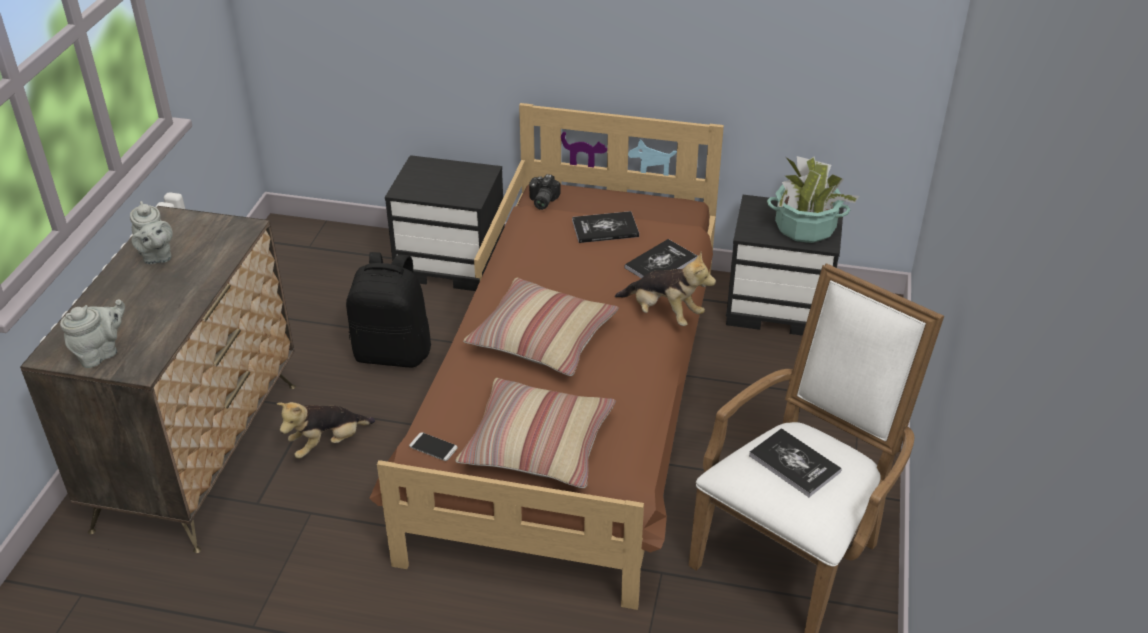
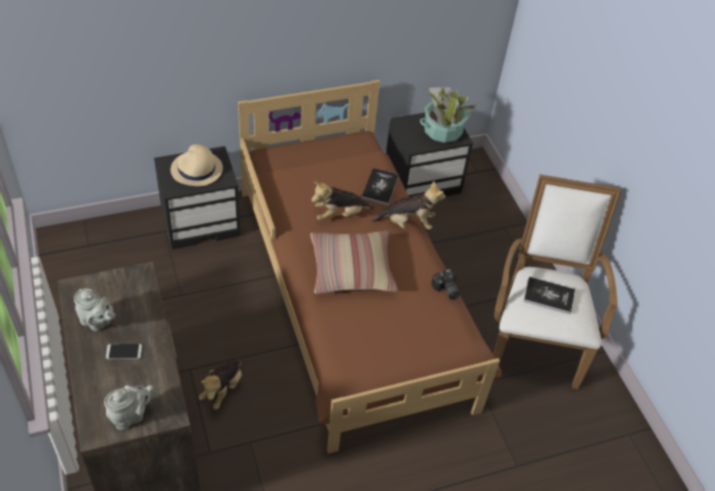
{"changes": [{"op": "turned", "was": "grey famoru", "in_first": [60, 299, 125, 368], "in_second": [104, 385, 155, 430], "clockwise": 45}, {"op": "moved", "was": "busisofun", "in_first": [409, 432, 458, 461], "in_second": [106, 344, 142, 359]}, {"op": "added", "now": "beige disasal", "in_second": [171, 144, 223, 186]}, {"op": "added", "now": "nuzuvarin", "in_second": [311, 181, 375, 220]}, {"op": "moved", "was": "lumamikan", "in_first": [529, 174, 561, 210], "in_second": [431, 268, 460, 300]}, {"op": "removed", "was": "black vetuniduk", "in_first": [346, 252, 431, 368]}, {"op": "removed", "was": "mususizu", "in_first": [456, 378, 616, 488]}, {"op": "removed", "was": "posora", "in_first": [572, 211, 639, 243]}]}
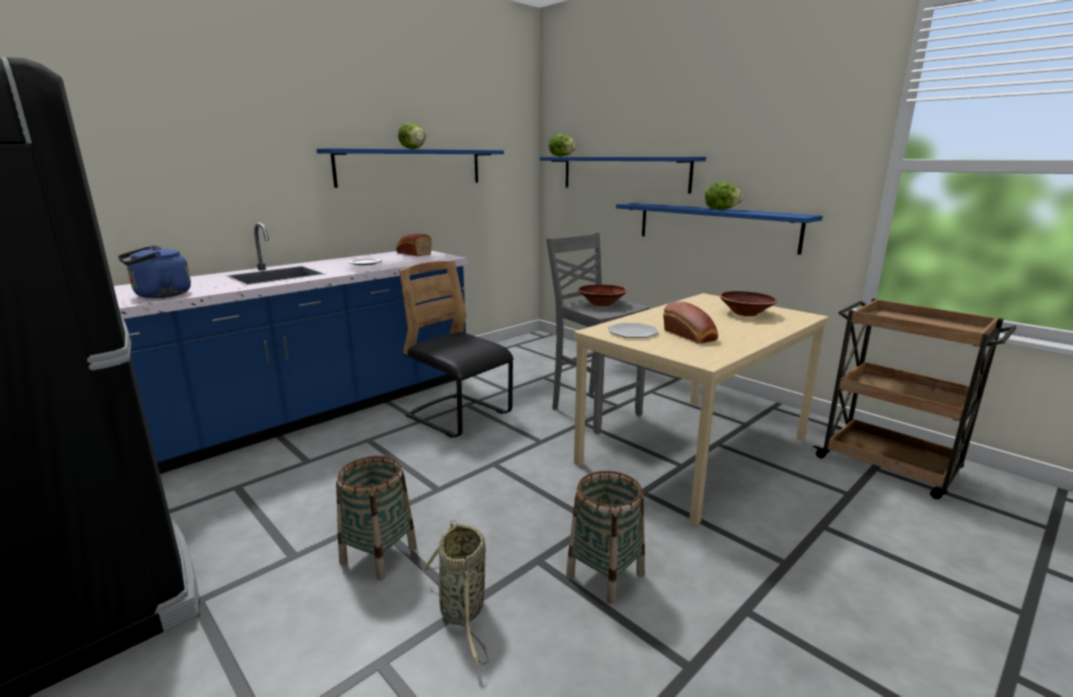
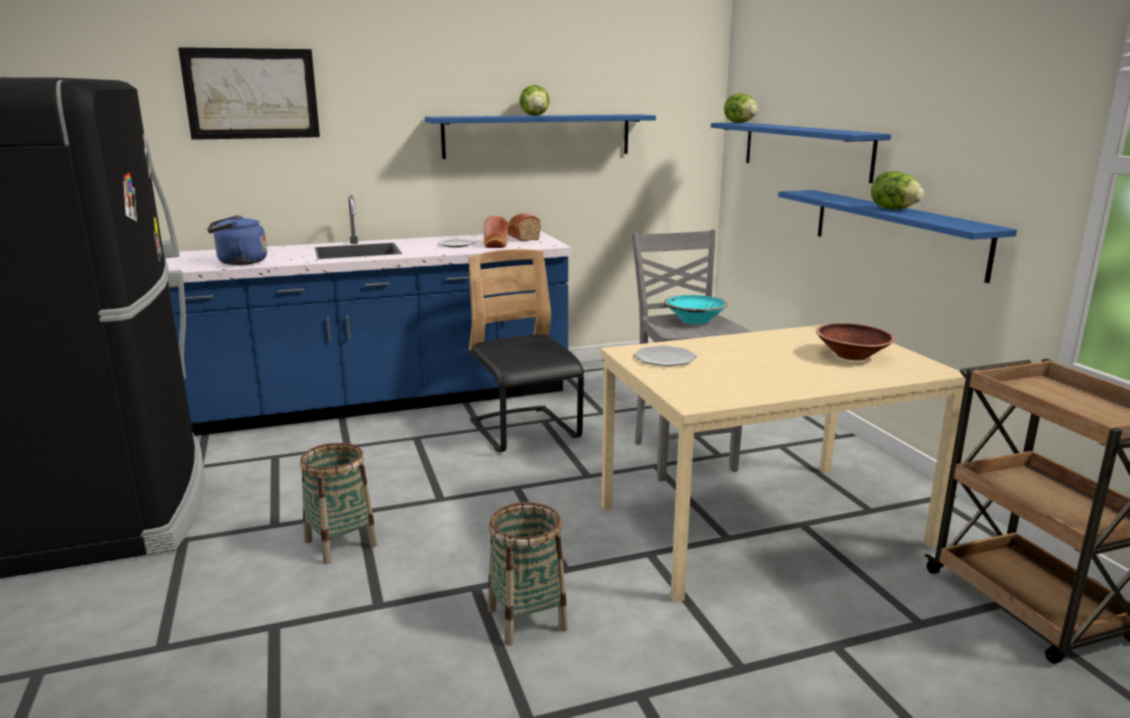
{"changes": [{"op": "added", "now": "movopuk", "in_second": [178, 47, 320, 140]}, {"op": "moved", "was": "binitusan", "in_first": [663, 301, 718, 344], "in_second": [484, 216, 508, 248]}, {"op": "recoloured", "was": "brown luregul", "now": "turquoise luregul", "in_first": [578, 285, 627, 306], "in_second": [664, 295, 728, 324]}, {"op": "removed", "was": "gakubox", "in_first": [422, 521, 489, 665]}]}
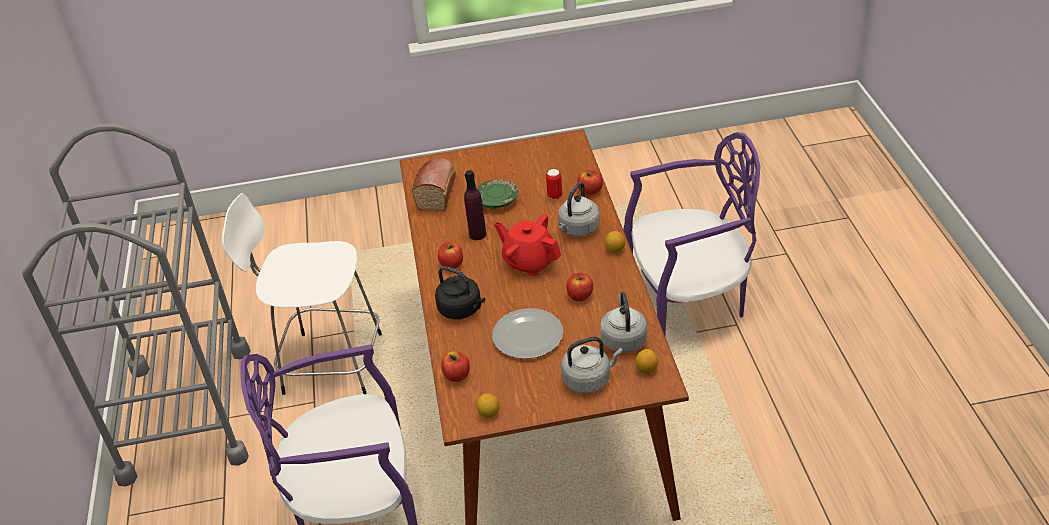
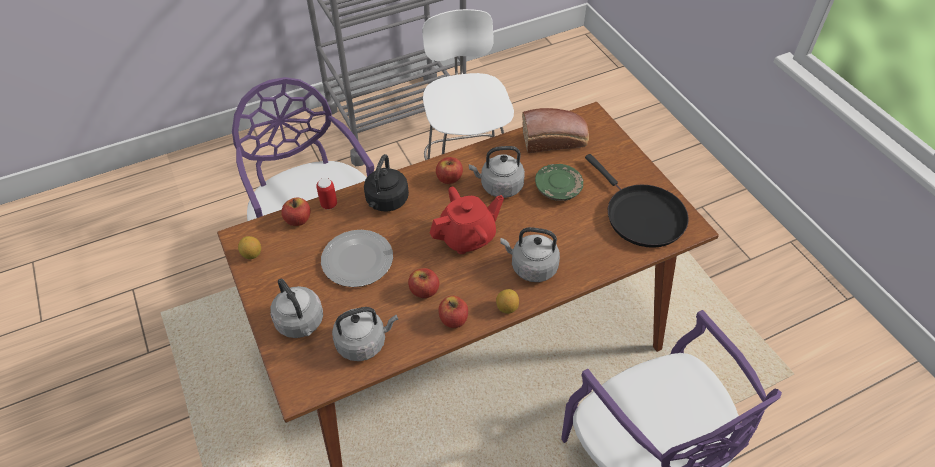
{"changes": [{"op": "moved", "was": "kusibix", "in_first": [546, 169, 563, 200], "in_second": [316, 178, 337, 209]}, {"op": "turned", "was": "red famoru", "in_first": [494, 214, 561, 276], "in_second": [430, 187, 504, 254], "clockwise": 45}, {"op": "moved", "was": "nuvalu", "in_first": [577, 170, 603, 195], "in_second": [439, 296, 468, 328]}, {"op": "replaced", "was": "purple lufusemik", "now": "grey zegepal", "in_first": [464, 170, 486, 240], "in_second": [469, 146, 525, 198]}, {"op": "added", "now": "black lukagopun", "in_second": [585, 154, 689, 248]}, {"op": "removed", "was": "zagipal", "in_first": [635, 349, 658, 373]}]}
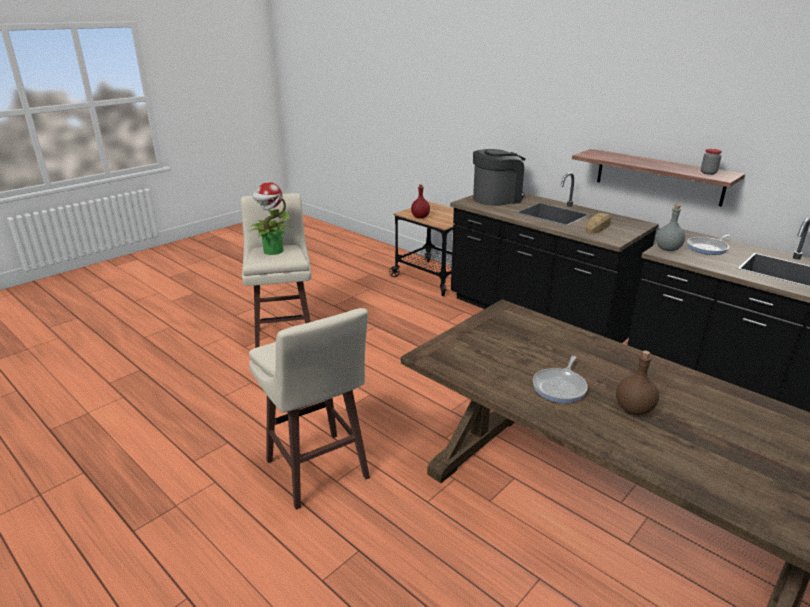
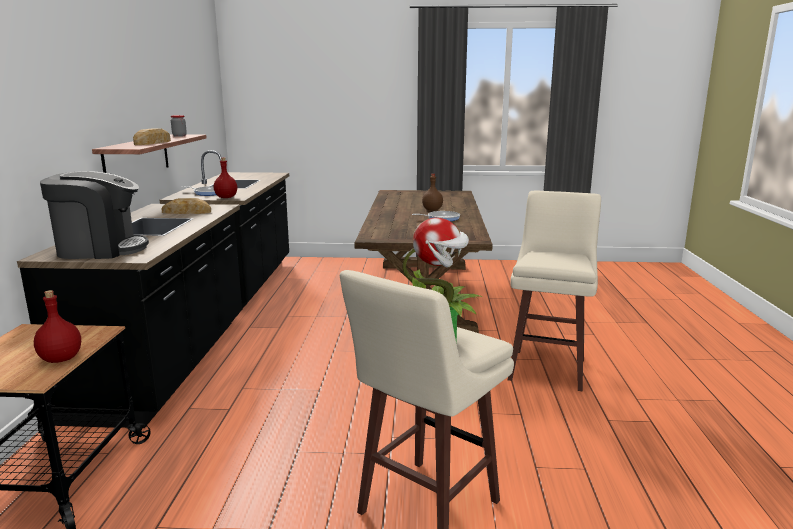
{"changes": [{"op": "turned", "was": "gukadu", "in_first": [473, 149, 525, 206], "in_second": [40, 171, 149, 259], "clockwise": 150}, {"op": "added", "now": "binitusan", "in_second": [133, 128, 171, 145]}, {"op": "recoloured", "was": "grey lufusemik", "now": "red lufusemik", "in_first": [656, 205, 685, 251], "in_second": [214, 157, 237, 198]}]}
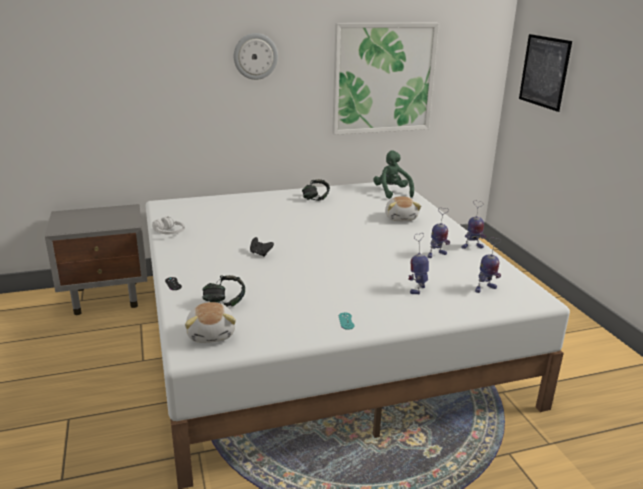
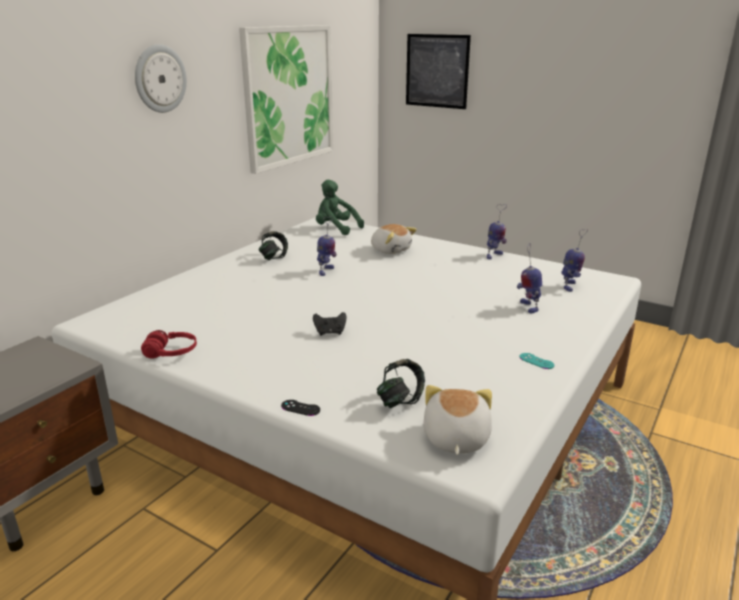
{"changes": [{"op": "recoloured", "was": "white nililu", "now": "red nililu", "in_first": [152, 217, 185, 234], "in_second": [141, 330, 197, 359]}, {"op": "moved", "was": "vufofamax", "in_first": [428, 208, 450, 258], "in_second": [317, 216, 337, 276]}, {"op": "turned", "was": "nuzuvarin", "in_first": [185, 302, 236, 343], "in_second": [423, 385, 492, 455], "clockwise": -120}]}
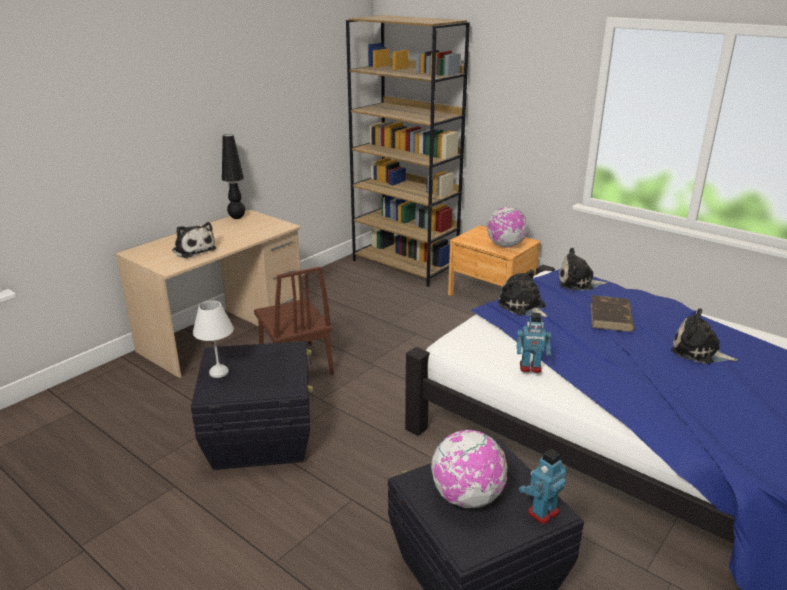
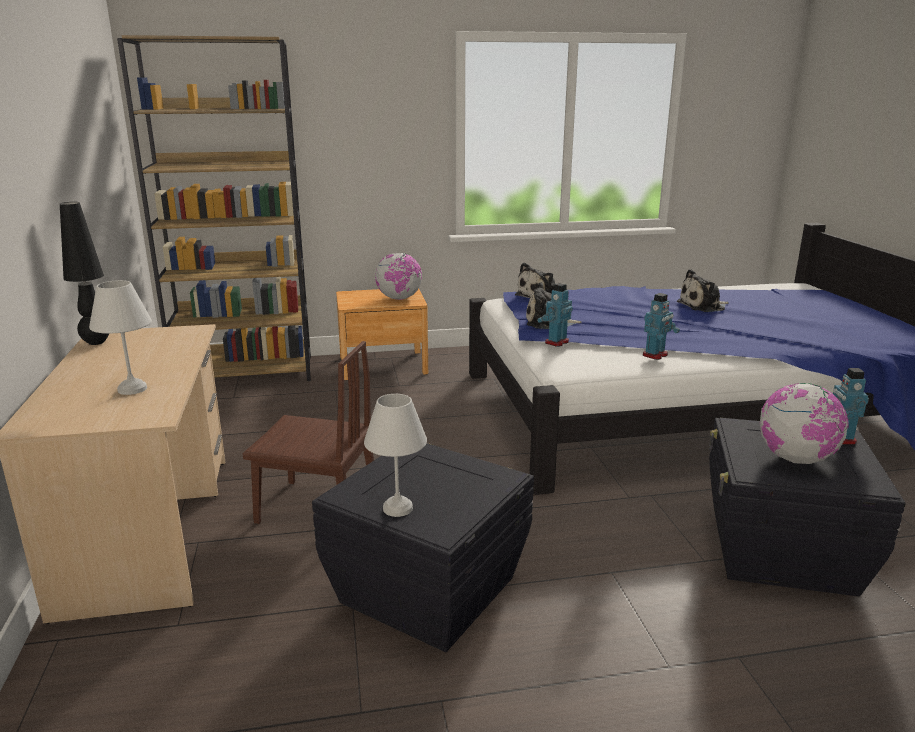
{"changes": [{"op": "replaced", "was": "nuzuvarin", "now": "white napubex", "in_first": [172, 222, 216, 258], "in_second": [89, 280, 152, 395]}, {"op": "added", "now": "vufofamax", "in_second": [537, 283, 573, 347]}, {"op": "removed", "was": "brown posora", "in_first": [591, 295, 634, 332]}]}
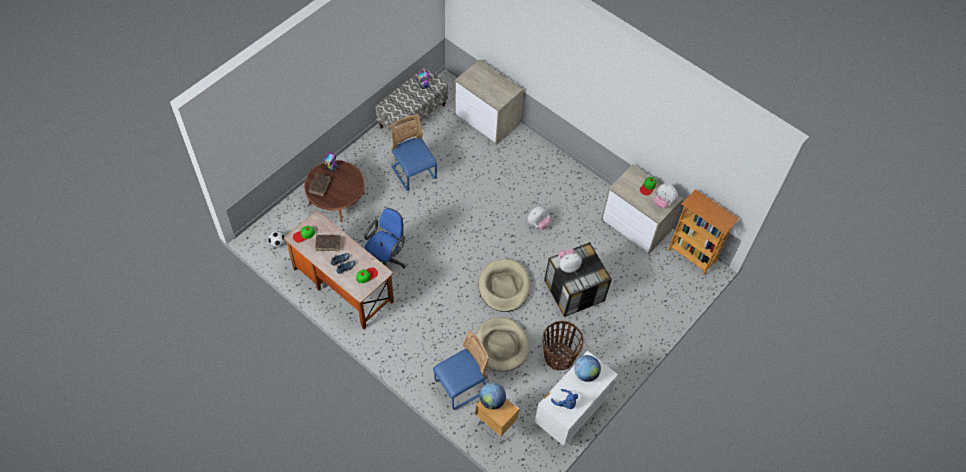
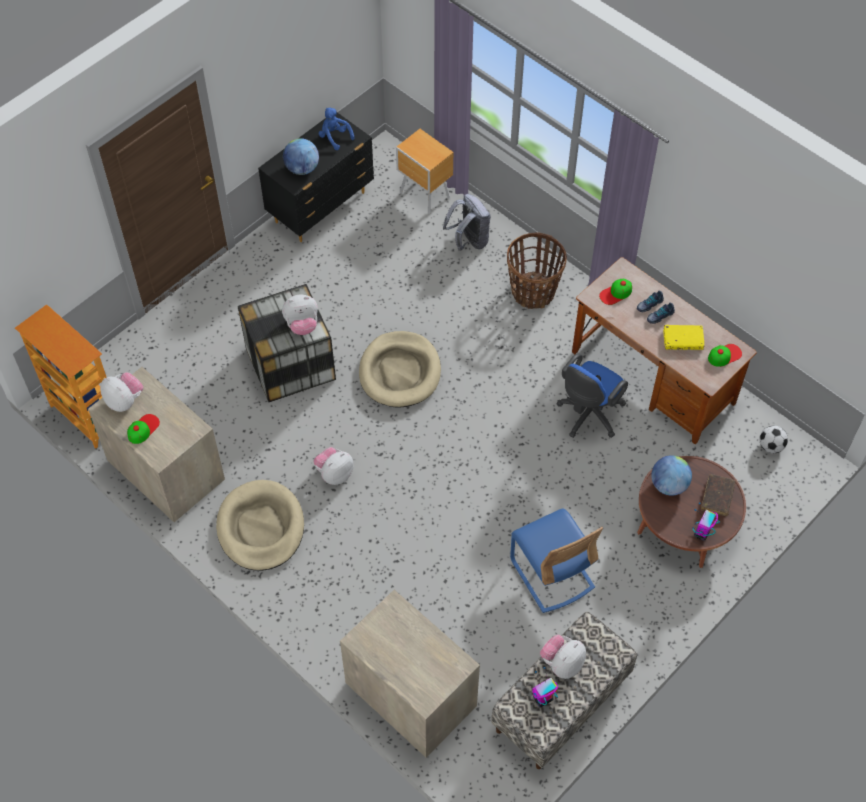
{"changes": [{"op": "moved", "was": "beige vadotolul", "in_first": [475, 317, 529, 372], "in_second": [216, 480, 304, 571]}, {"op": "recoloured", "was": "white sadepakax", "now": "black sadepakax", "in_first": [535, 351, 618, 446], "in_second": [258, 113, 374, 242]}, {"op": "replaced", "was": "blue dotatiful", "now": "grey vetuniduk", "in_first": [433, 330, 489, 410], "in_second": [443, 194, 491, 251]}, {"op": "moved", "was": "gakubox", "in_first": [542, 321, 584, 371], "in_second": [507, 232, 567, 309]}, {"op": "added", "now": "nuzuvarin", "in_second": [540, 635, 586, 679]}, {"op": "moved", "was": "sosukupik", "in_first": [480, 383, 506, 410], "in_second": [651, 455, 692, 496]}, {"op": "recoloured", "was": "brown posora", "now": "yellow posora", "in_first": [315, 235, 341, 251], "in_second": [663, 325, 704, 350]}]}
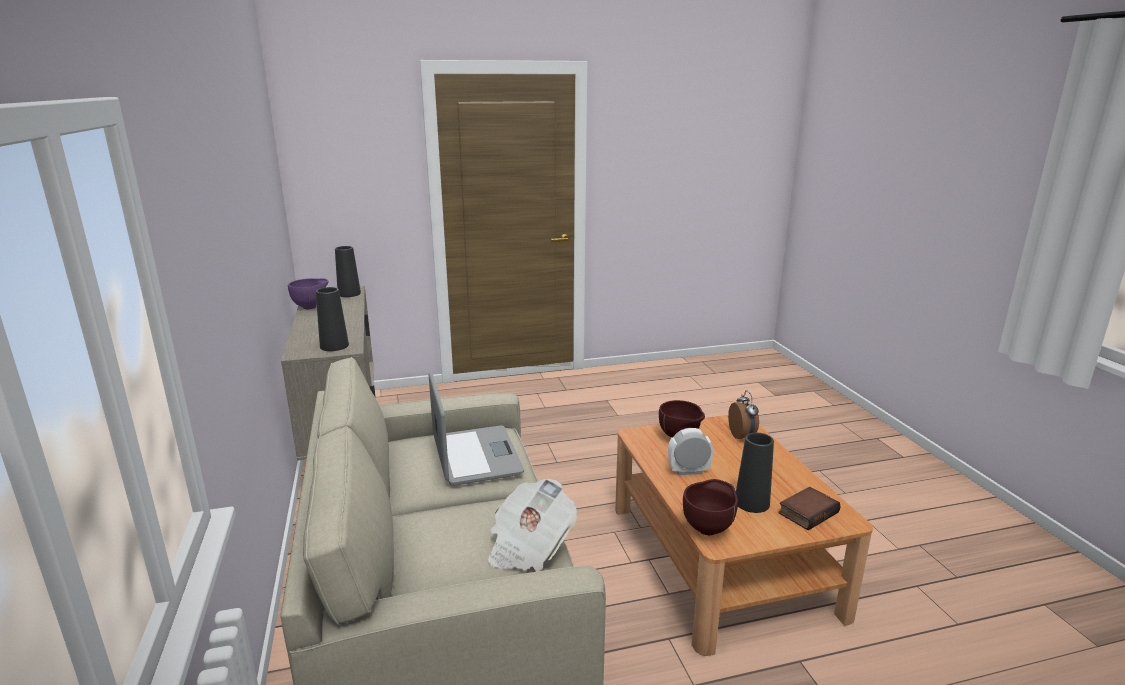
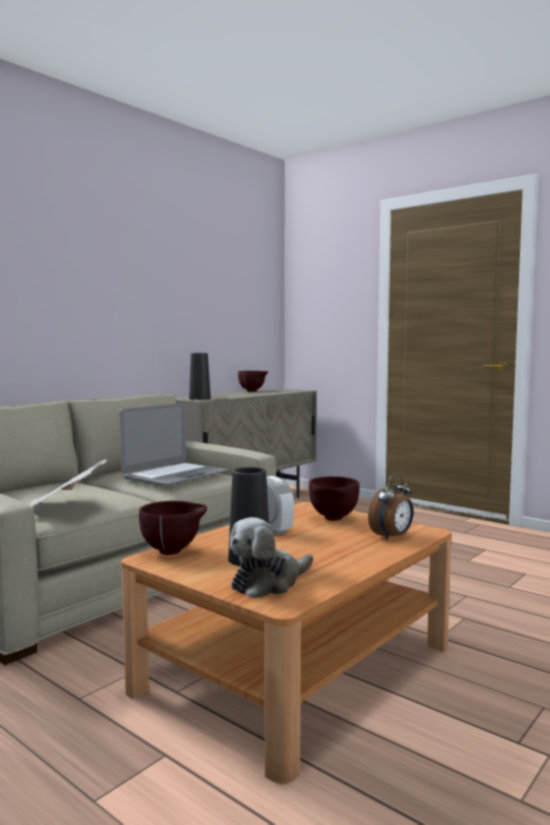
{"changes": [{"op": "replaced", "was": "posora", "now": "nuzuvarin", "in_first": [778, 487, 841, 530], "in_second": [230, 517, 313, 598]}, {"op": "recoloured", "was": "purple luregul", "now": "brown luregul", "in_first": [288, 278, 329, 309], "in_second": [238, 371, 268, 392]}, {"op": "removed", "was": "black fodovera", "in_first": [335, 246, 361, 297]}]}
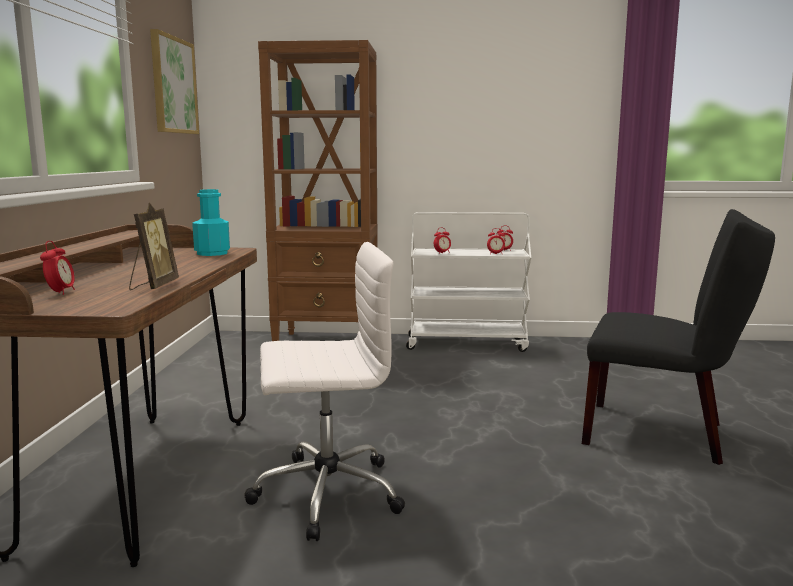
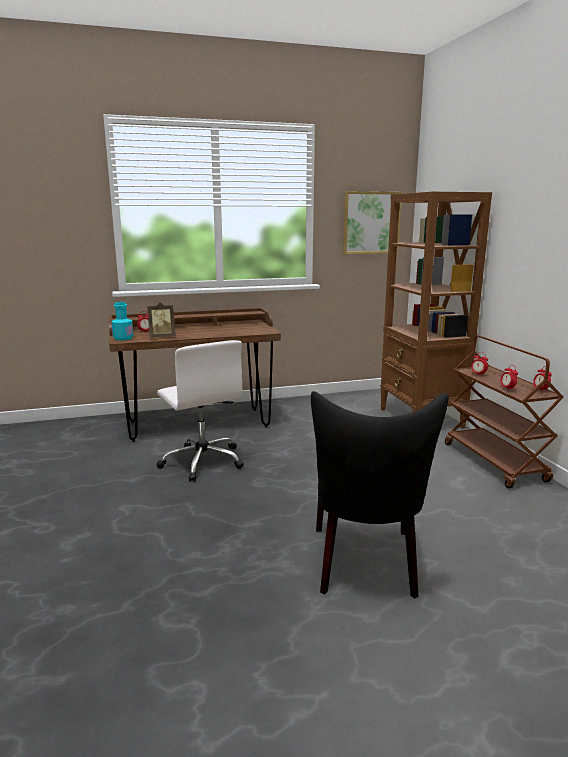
{"changes": [{"op": "moved", "was": "turquoise lufusemik", "in_first": [192, 189, 230, 256], "in_second": [112, 302, 133, 341]}, {"op": "recoloured", "was": "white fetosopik", "now": "brown fetosopik", "in_first": [406, 212, 531, 352], "in_second": [445, 335, 564, 489]}]}
